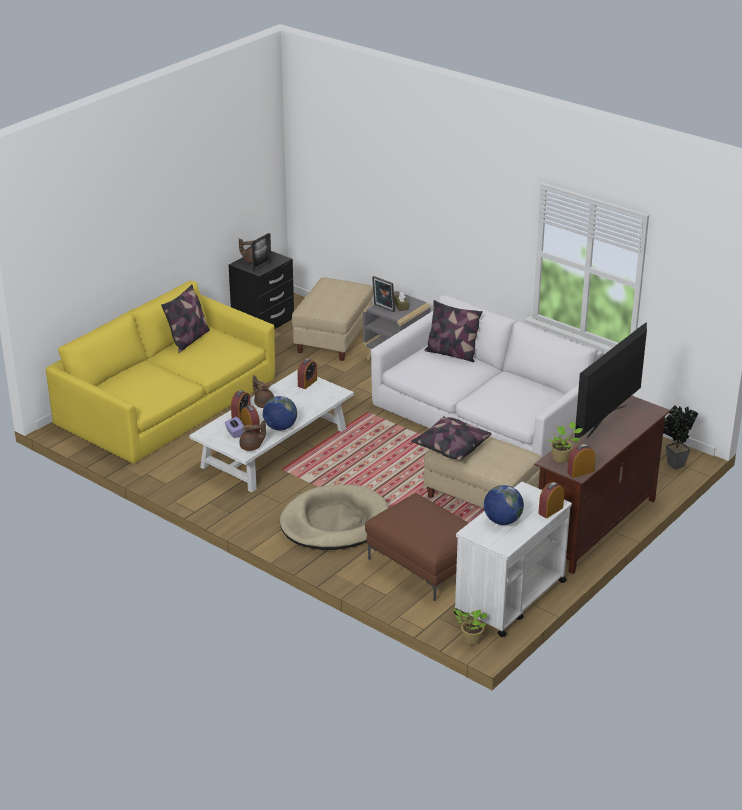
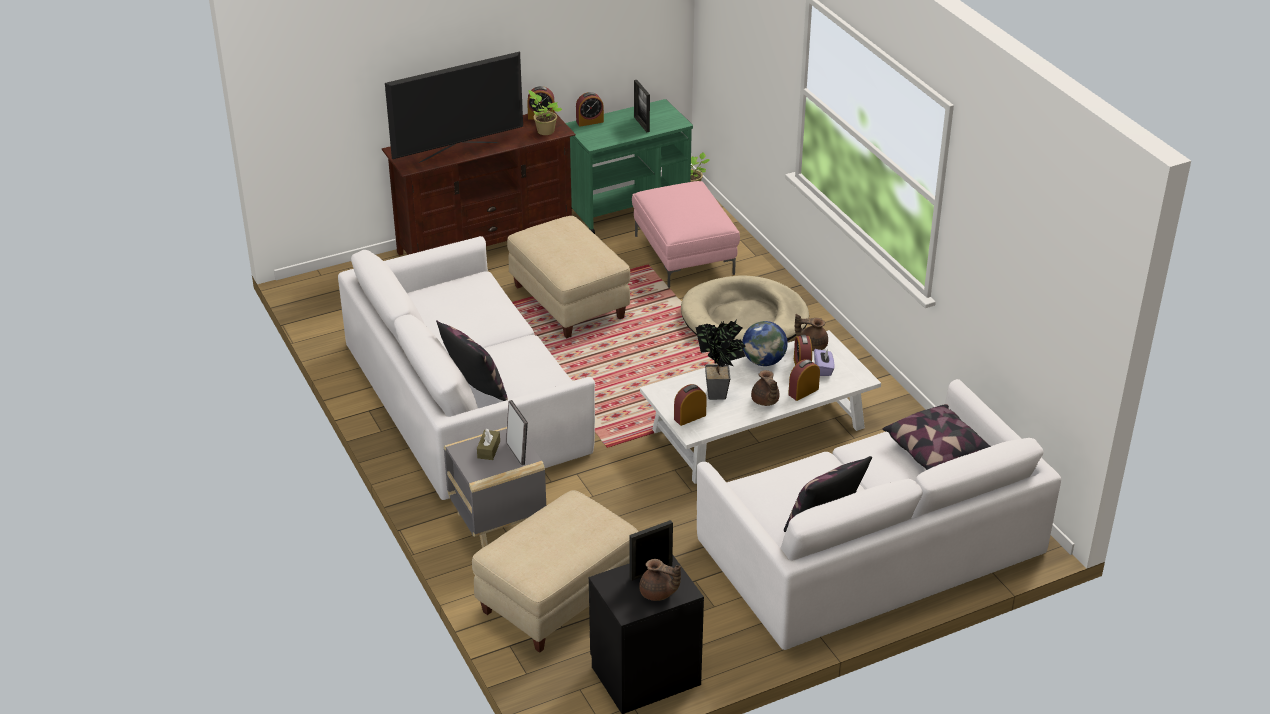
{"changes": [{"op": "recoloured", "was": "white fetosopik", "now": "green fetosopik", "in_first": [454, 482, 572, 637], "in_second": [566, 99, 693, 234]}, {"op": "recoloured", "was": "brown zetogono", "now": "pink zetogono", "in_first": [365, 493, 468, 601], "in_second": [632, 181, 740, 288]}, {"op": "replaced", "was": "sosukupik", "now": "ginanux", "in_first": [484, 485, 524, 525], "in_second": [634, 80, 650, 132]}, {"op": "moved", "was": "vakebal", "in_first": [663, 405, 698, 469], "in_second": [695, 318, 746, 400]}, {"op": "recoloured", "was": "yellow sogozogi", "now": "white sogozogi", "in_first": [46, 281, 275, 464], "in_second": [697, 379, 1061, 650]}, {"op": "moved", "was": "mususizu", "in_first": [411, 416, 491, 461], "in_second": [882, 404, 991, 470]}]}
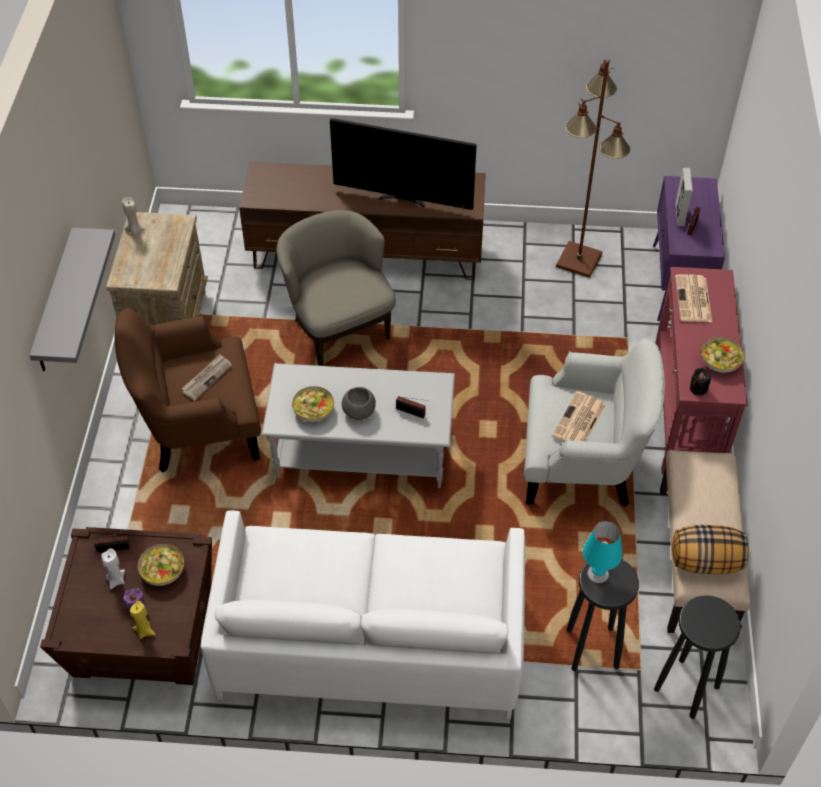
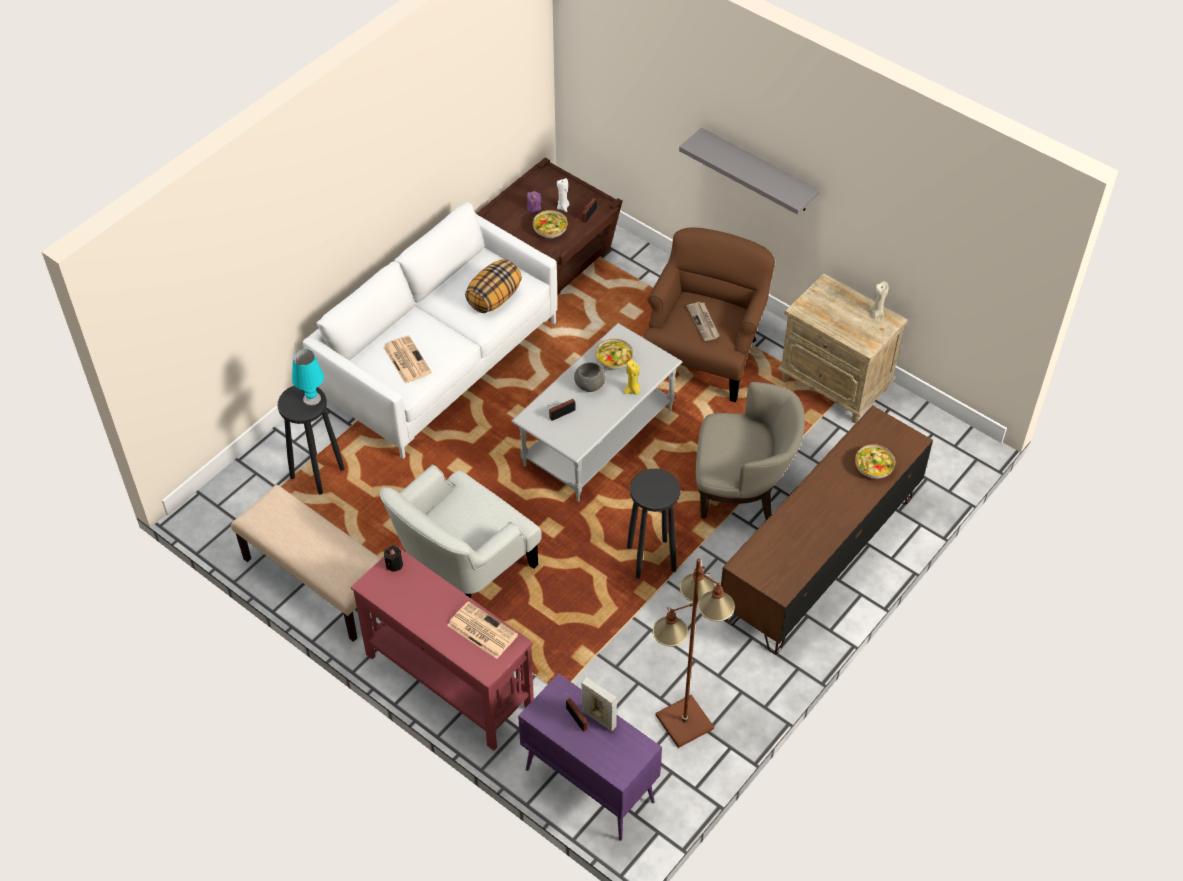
{"changes": [{"op": "moved", "was": "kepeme", "in_first": [552, 391, 606, 441], "in_second": [383, 335, 432, 384]}, {"op": "moved", "was": "mususizu", "in_first": [672, 525, 749, 574], "in_second": [465, 259, 522, 313]}, {"op": "moved", "was": "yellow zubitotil", "in_first": [130, 601, 156, 639], "in_second": [624, 360, 640, 395]}, {"op": "moved", "was": "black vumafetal", "in_first": [654, 595, 741, 719], "in_second": [627, 469, 681, 579]}, {"op": "moved", "was": "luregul", "in_first": [701, 337, 745, 373], "in_second": [855, 444, 895, 479]}, {"op": "removed", "was": "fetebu", "in_first": [330, 118, 477, 210]}]}
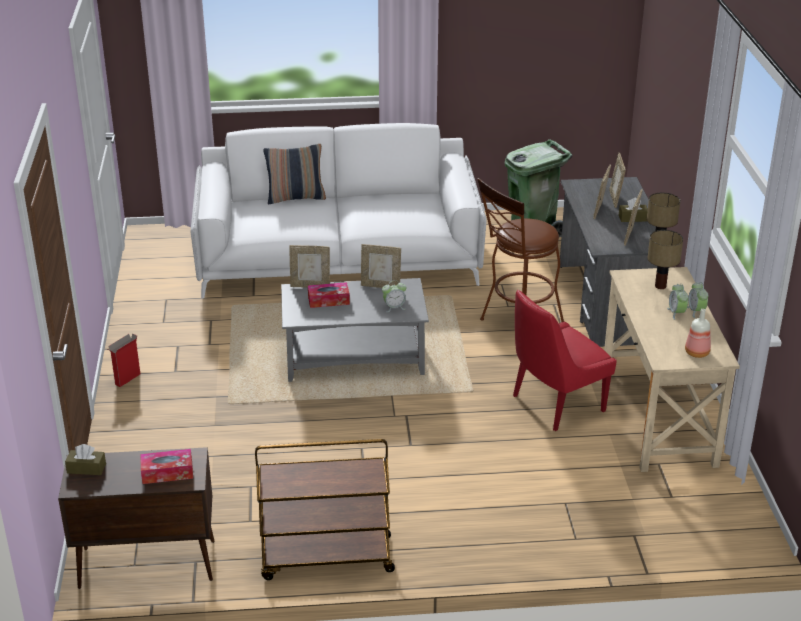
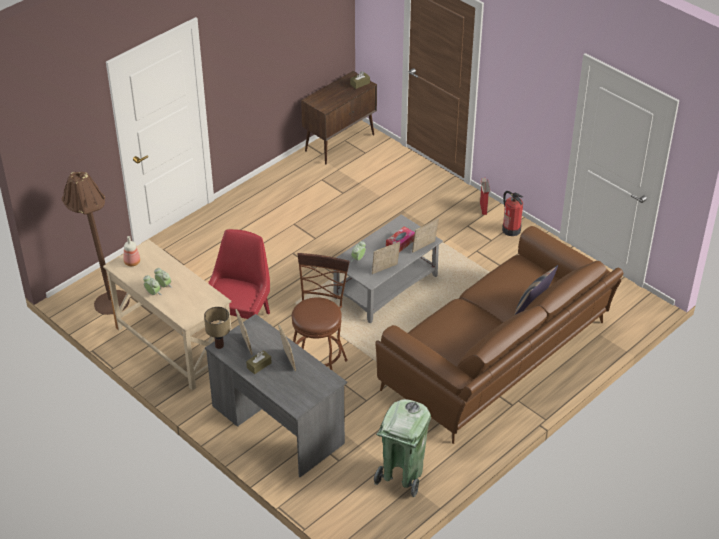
{"changes": [{"op": "added", "now": "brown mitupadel", "in_second": [62, 172, 130, 315]}, {"op": "recoloured", "was": "white sogozogi", "now": "brown sogozogi", "in_first": [190, 123, 487, 298], "in_second": [375, 226, 623, 444]}, {"op": "added", "now": "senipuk", "in_second": [502, 191, 523, 236]}, {"op": "removed", "was": "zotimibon", "in_first": [140, 449, 193, 484]}, {"op": "removed", "was": "brown fetosopik", "in_first": [255, 439, 395, 580]}, {"op": "removed", "was": "ginanux", "in_first": [609, 153, 626, 208]}, {"op": "removed", "was": "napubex", "in_first": [647, 230, 683, 289]}]}
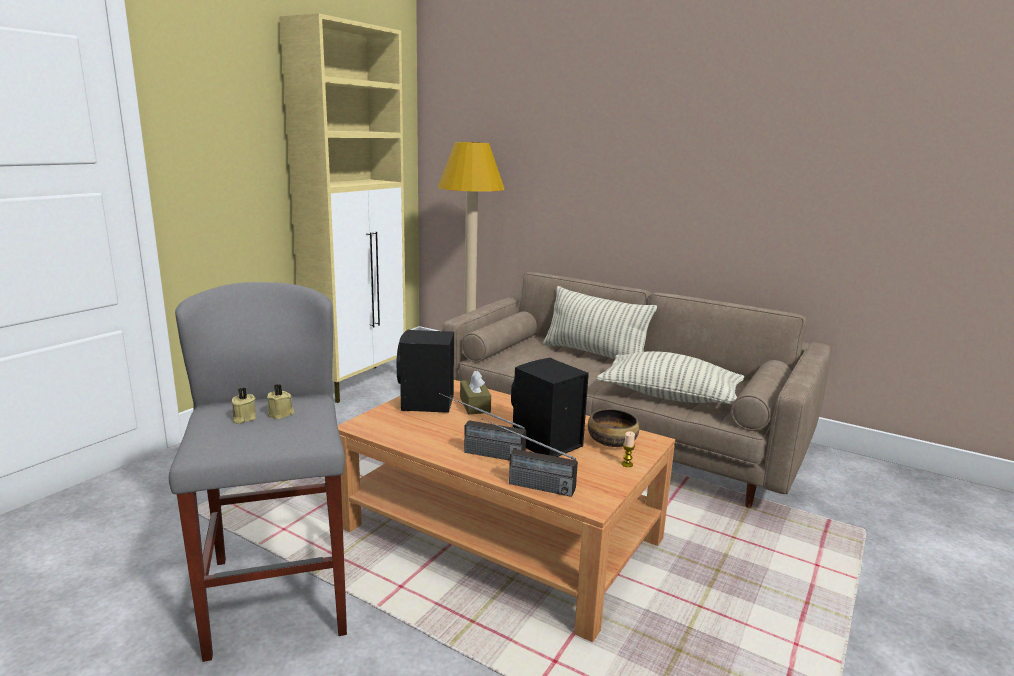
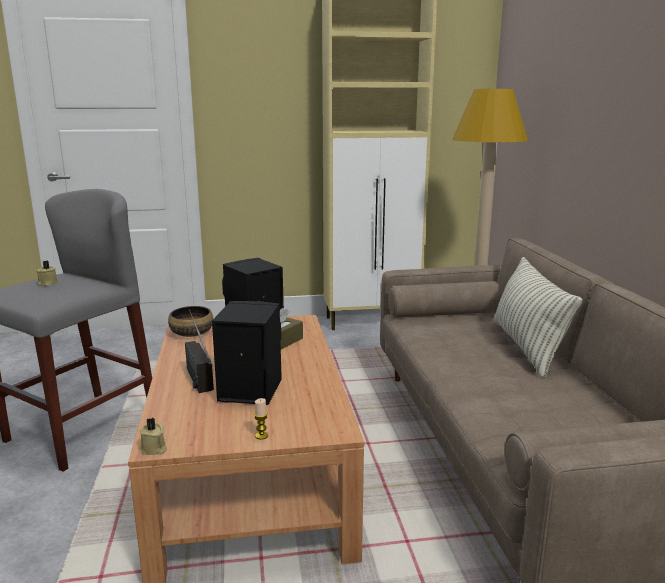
{"changes": [{"op": "moved", "was": "beige zubitotil", "in_first": [267, 384, 295, 419], "in_second": [140, 418, 167, 455]}, {"op": "moved", "was": "luregul", "in_first": [588, 409, 639, 447], "in_second": [168, 306, 214, 337]}, {"op": "removed", "was": "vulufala", "in_first": [482, 418, 578, 497]}, {"op": "removed", "was": "mususizu", "in_first": [596, 351, 744, 405]}]}
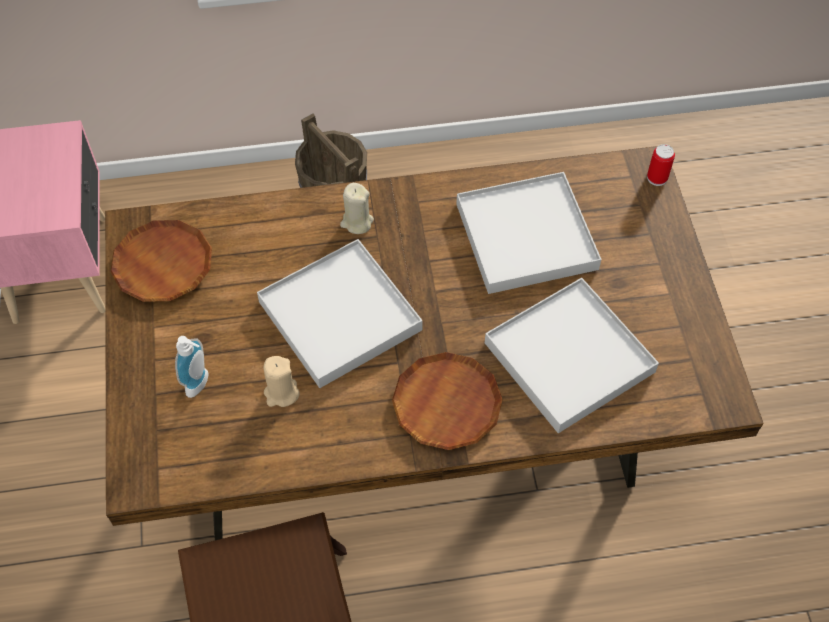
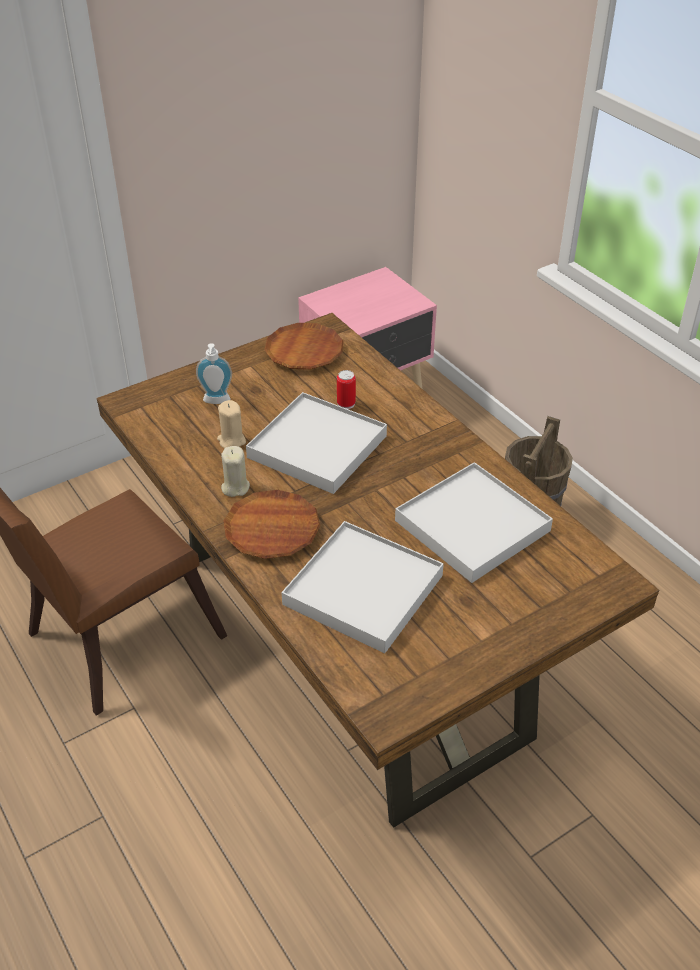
{"changes": [{"op": "moved", "was": "beige zubitotil", "in_first": [340, 183, 374, 234], "in_second": [221, 446, 250, 497]}, {"op": "moved", "was": "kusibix", "in_first": [647, 144, 675, 186], "in_second": [337, 370, 356, 409]}]}
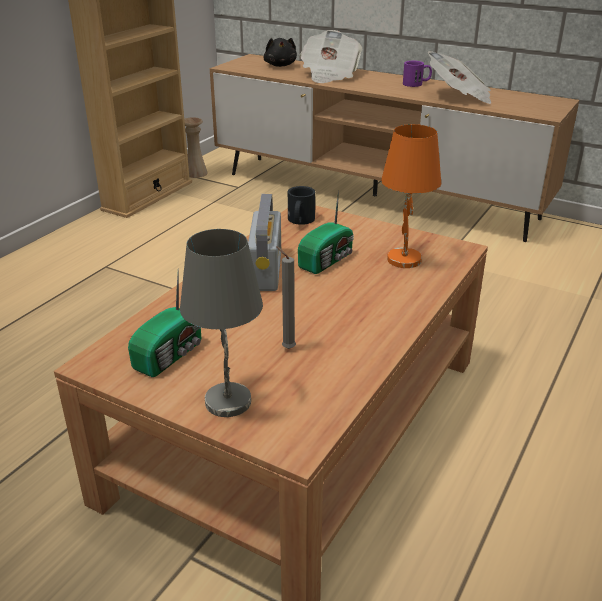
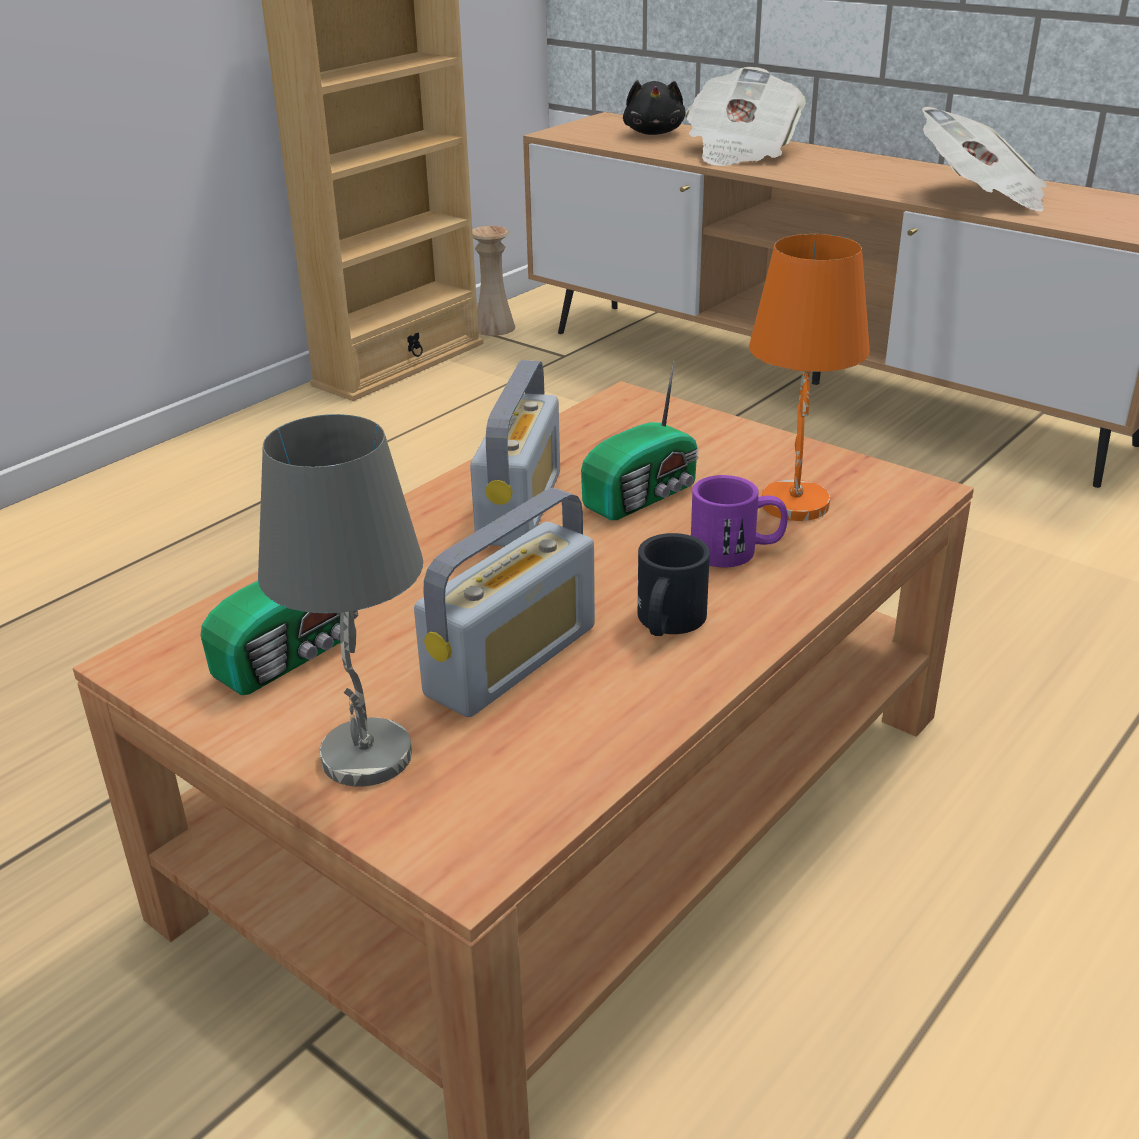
{"changes": [{"op": "replaced", "was": "grey zubitotil", "now": "vulufala", "in_first": [276, 246, 296, 349], "in_second": [414, 488, 595, 717]}, {"op": "moved", "was": "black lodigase", "in_first": [288, 186, 315, 225], "in_second": [638, 533, 710, 636]}, {"op": "moved", "was": "purple lodigase", "in_first": [403, 61, 432, 87], "in_second": [691, 475, 788, 567]}]}
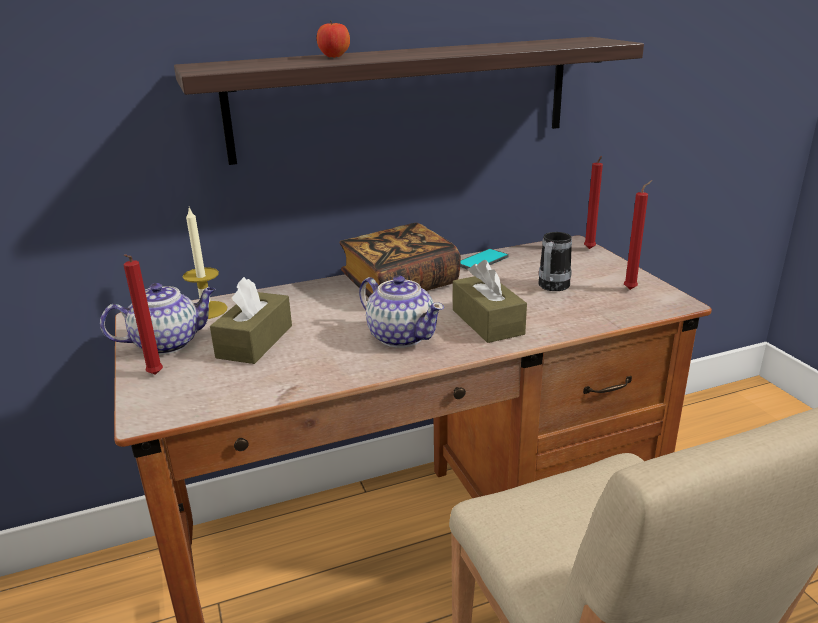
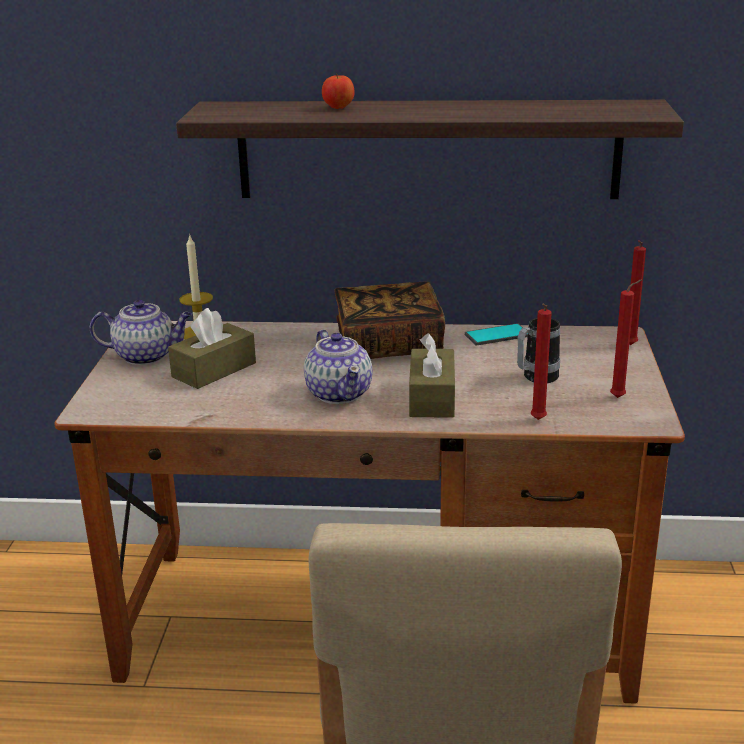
{"changes": [{"op": "moved", "was": "red zubitotil", "in_first": [124, 254, 163, 375], "in_second": [531, 304, 552, 420]}]}
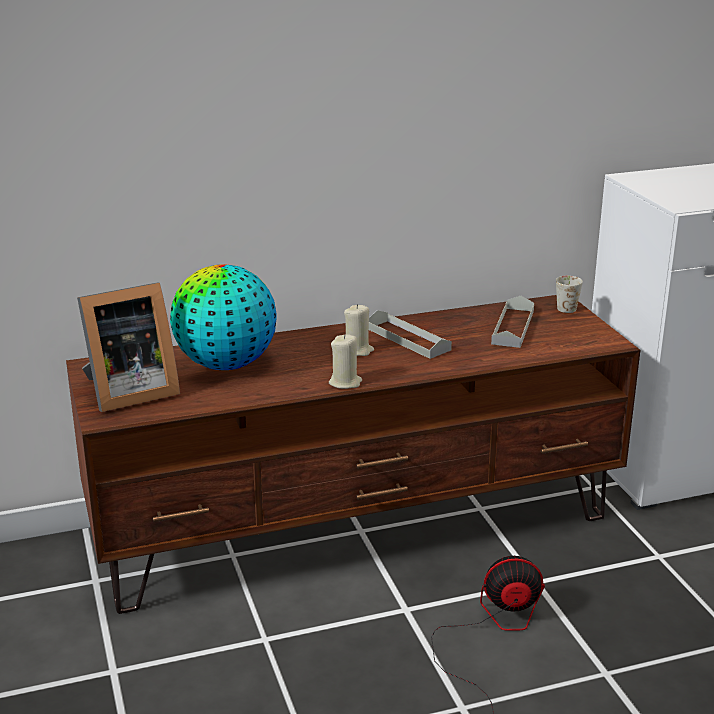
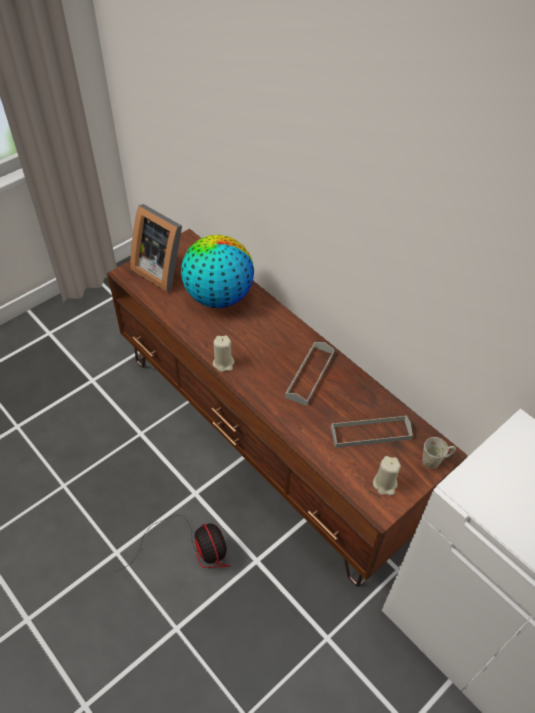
{"changes": [{"op": "moved", "was": "beige zubitotil", "in_first": [344, 304, 374, 356], "in_second": [373, 456, 401, 496]}]}
